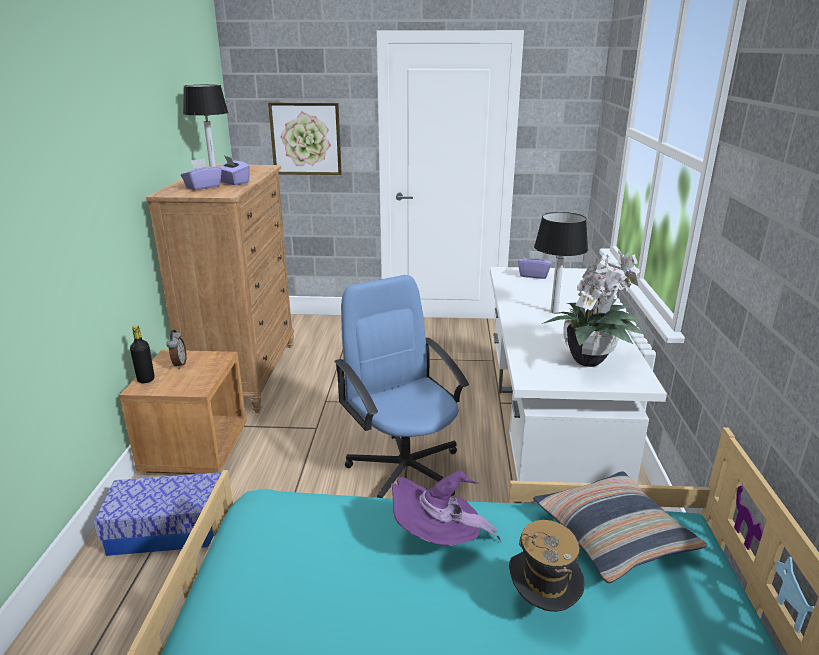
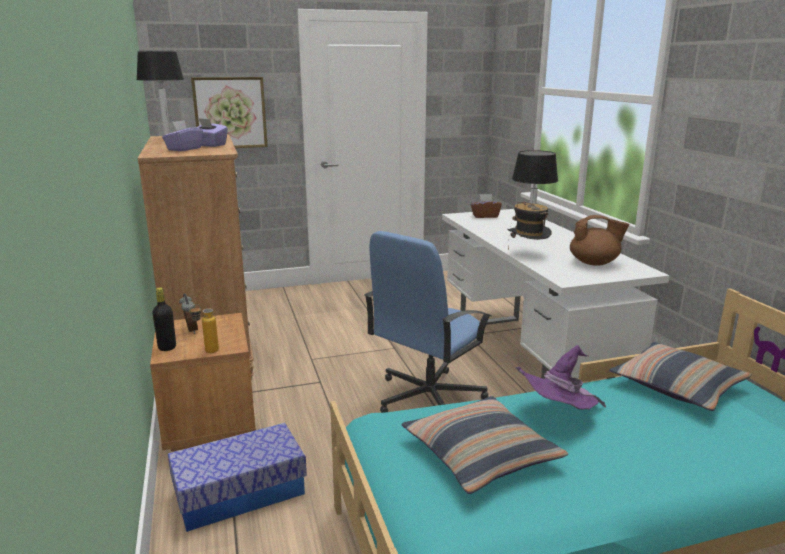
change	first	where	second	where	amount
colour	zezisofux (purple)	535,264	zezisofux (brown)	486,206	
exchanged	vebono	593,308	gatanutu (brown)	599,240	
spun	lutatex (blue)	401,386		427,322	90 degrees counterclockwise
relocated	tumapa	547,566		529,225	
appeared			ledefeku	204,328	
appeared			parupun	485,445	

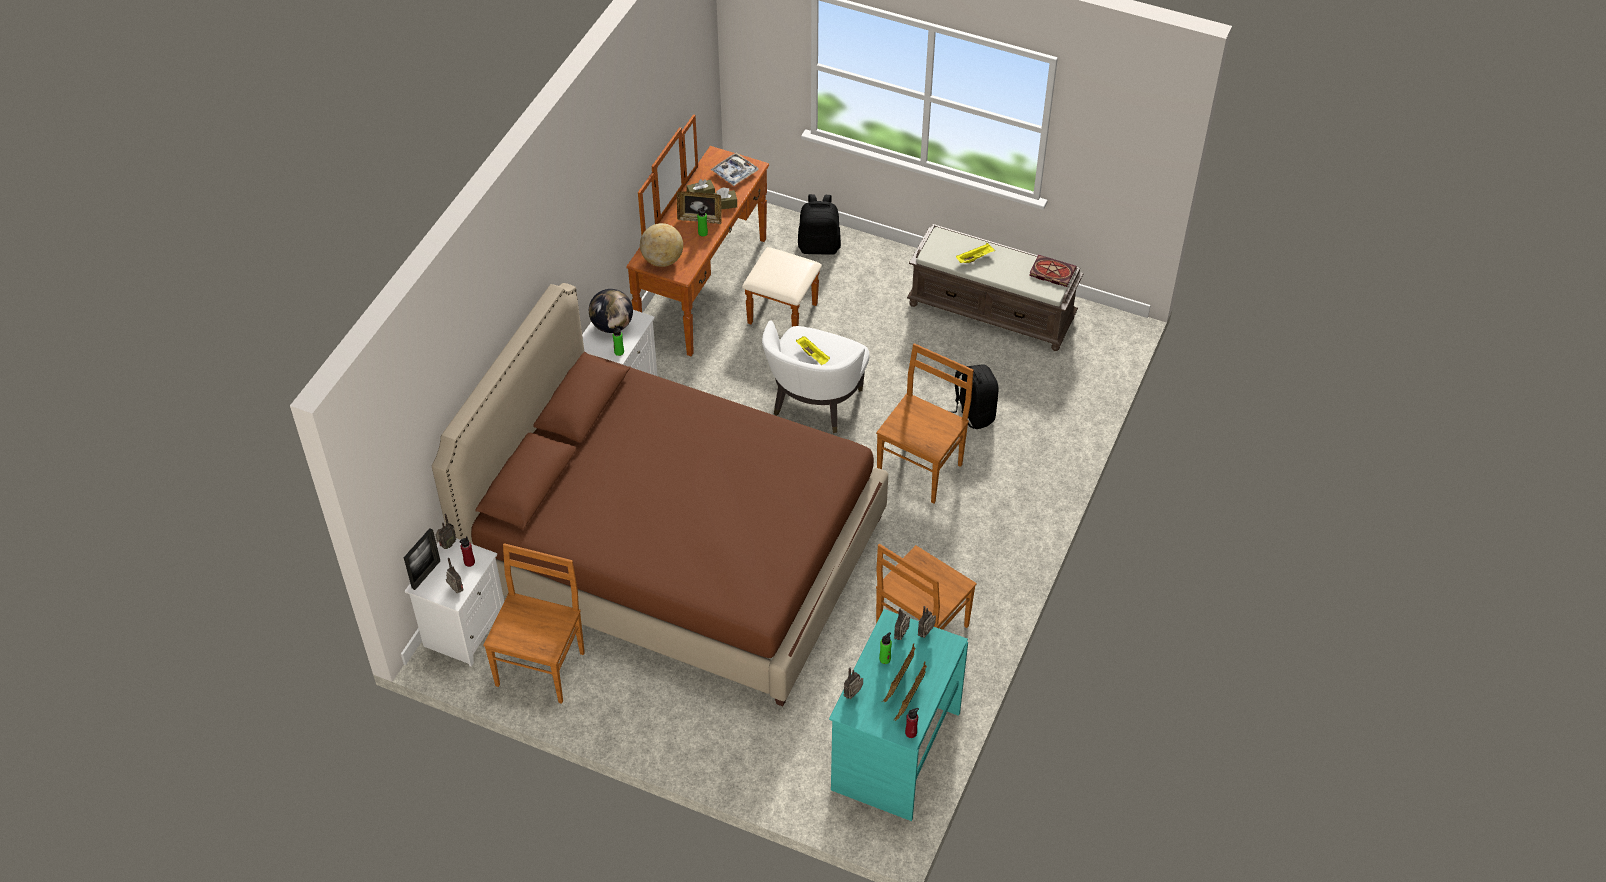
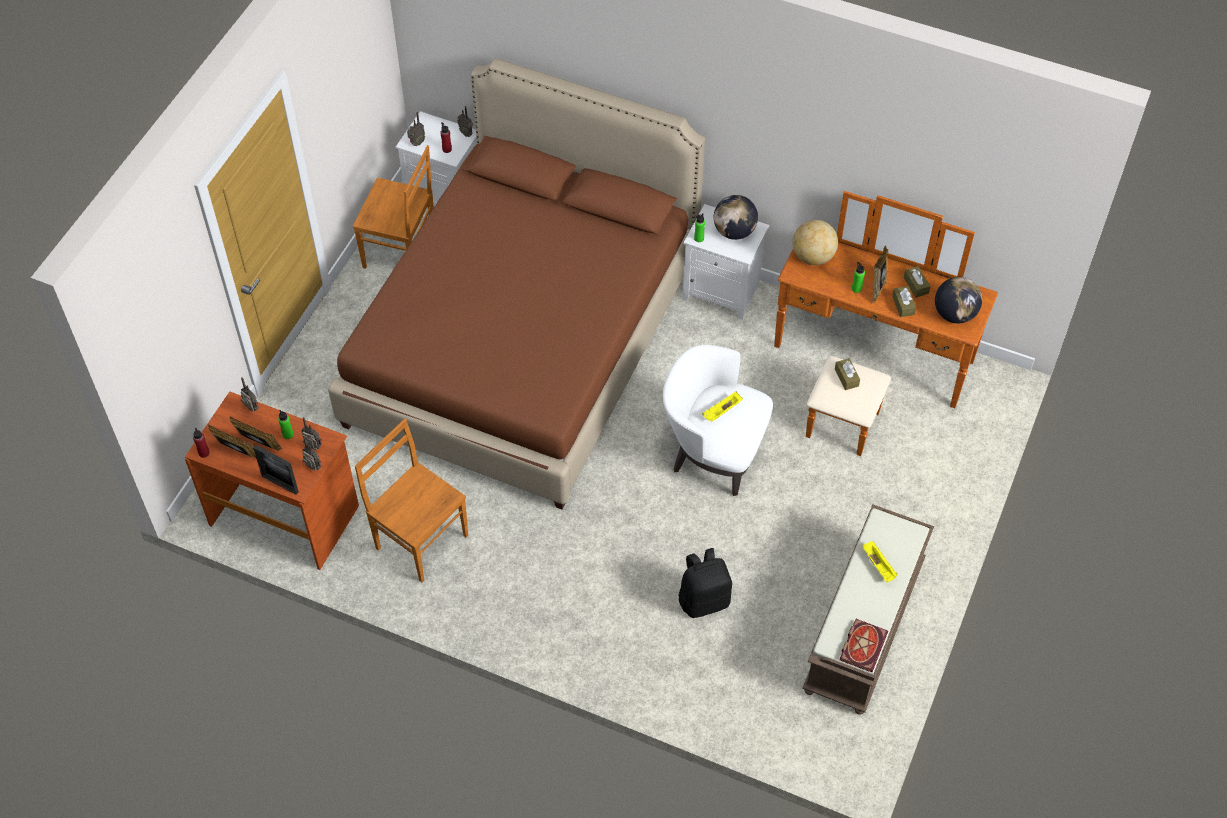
change	first	where	second	where	amount
exchanged	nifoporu	735,169	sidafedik	958,300	
missing	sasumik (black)	819,224			
missing	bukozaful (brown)	924,423			
relocated	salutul	422,559		276,470	
colour	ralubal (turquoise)	898,715	ralubal (brown)	272,481	
appeared			zezisofux (brown)	847,374	

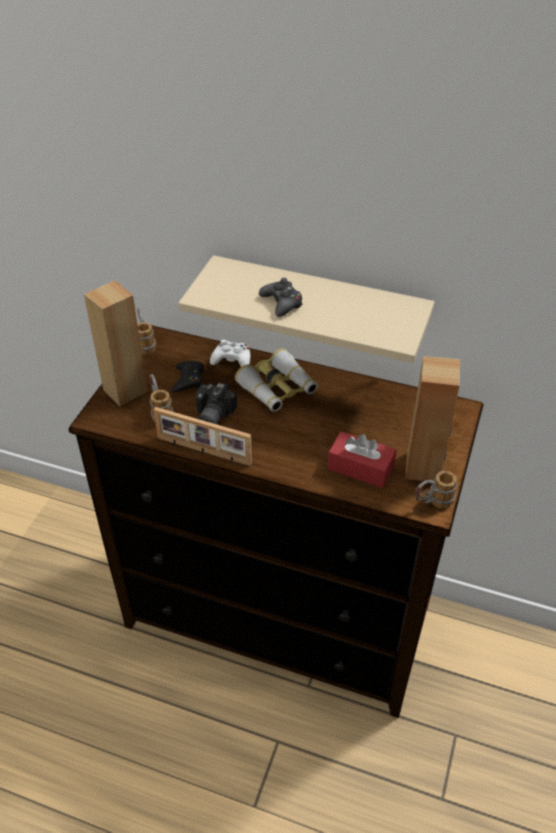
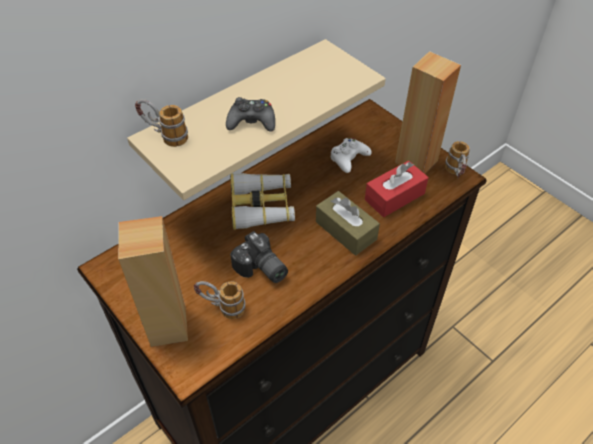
change	first	where	second	where	amount
relocated	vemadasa	146,331		161,123	
relocated	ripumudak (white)	230,353		351,155	
missing	ripumudak (black)	187,376			
missing	salutul	203,436			
appeared			zezisofux (brown)	348,223	

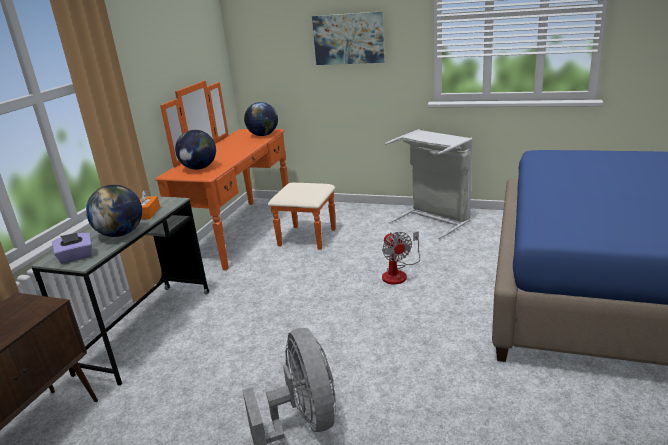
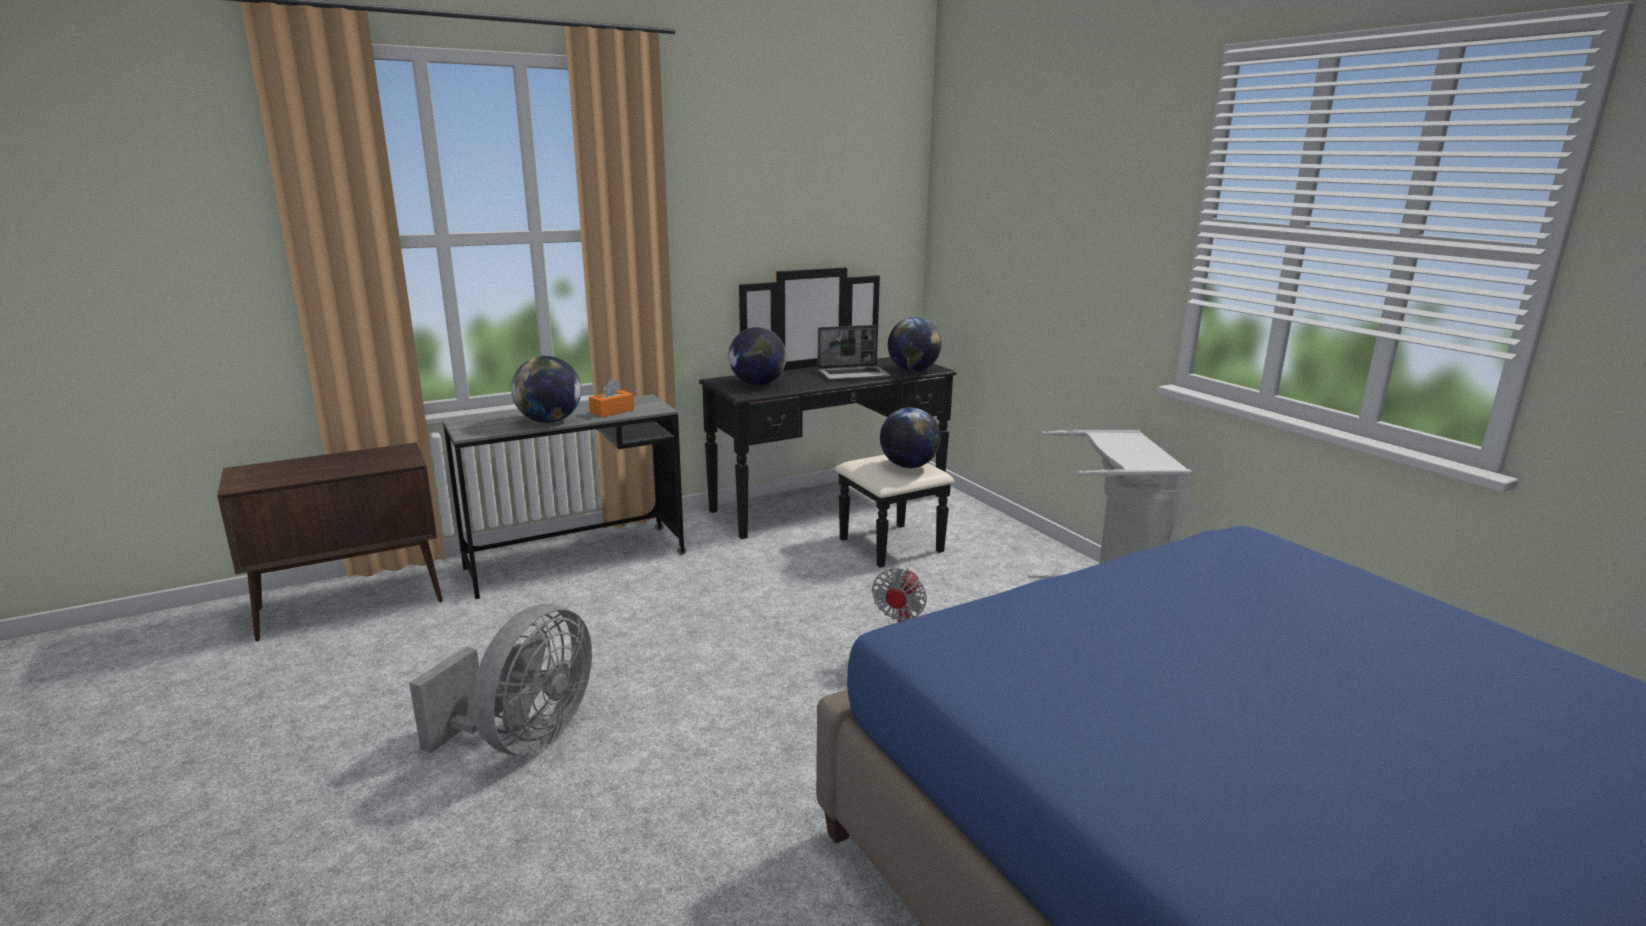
change	first	where	second	where	amount
missing	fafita	348,38			
colour	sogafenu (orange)	245,175	sogafenu (black)	828,417	
missing	zezisofux (purple)	72,248			
appeared			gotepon	853,352	
appeared			sidafedik	910,437	

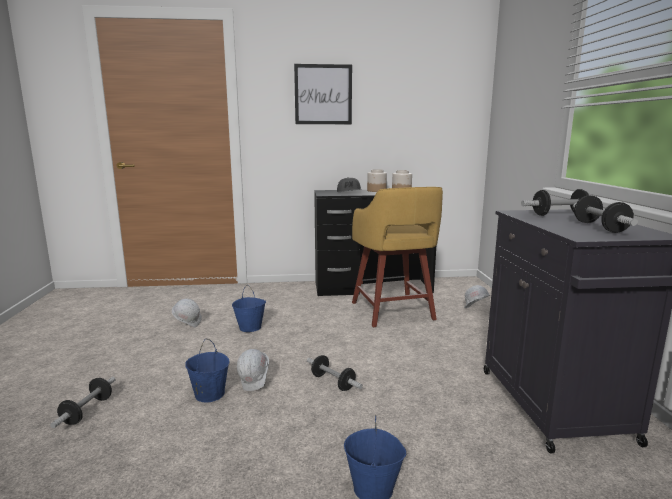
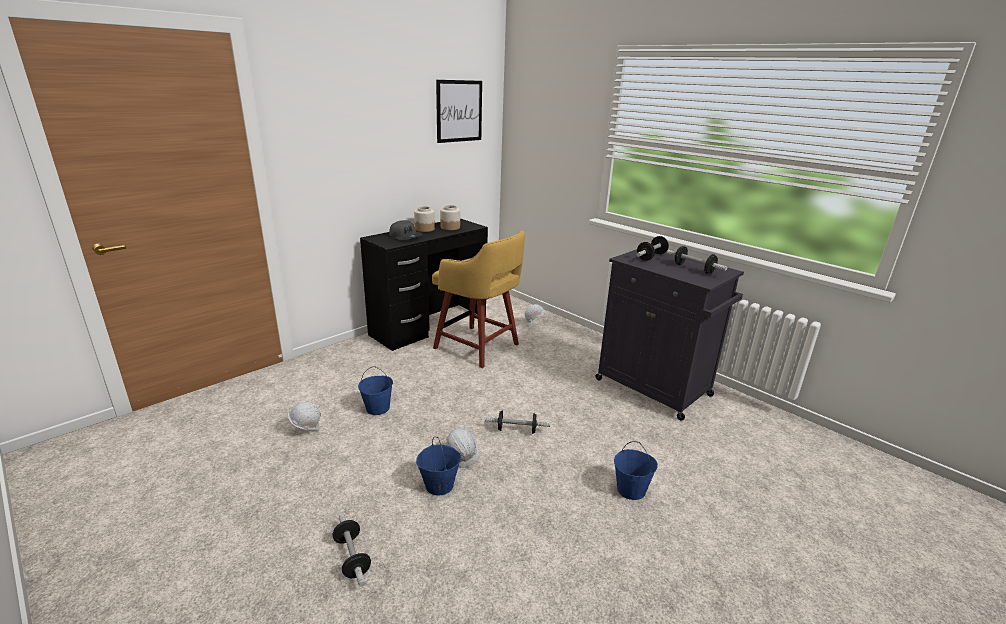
change	first	where	second	where	amount
relocated	fafita	323,94		459,111	

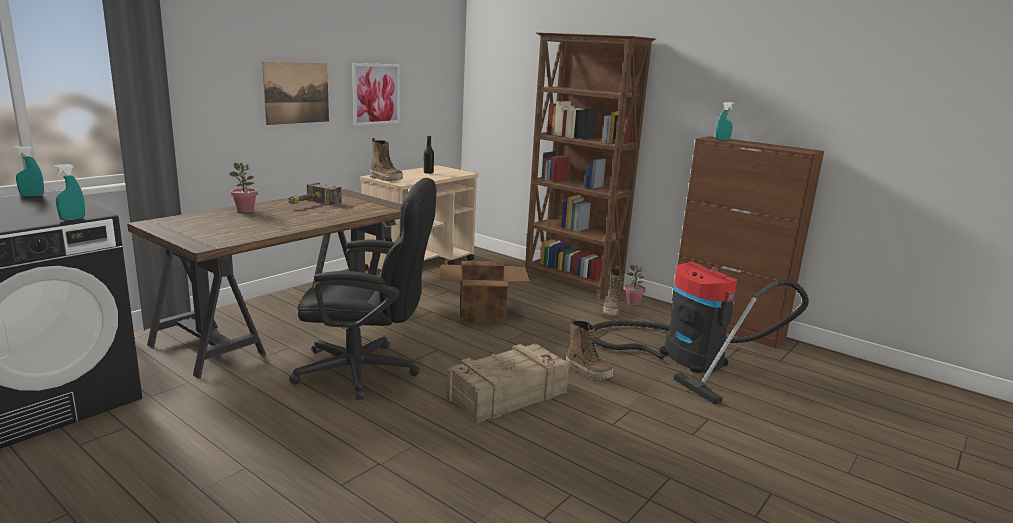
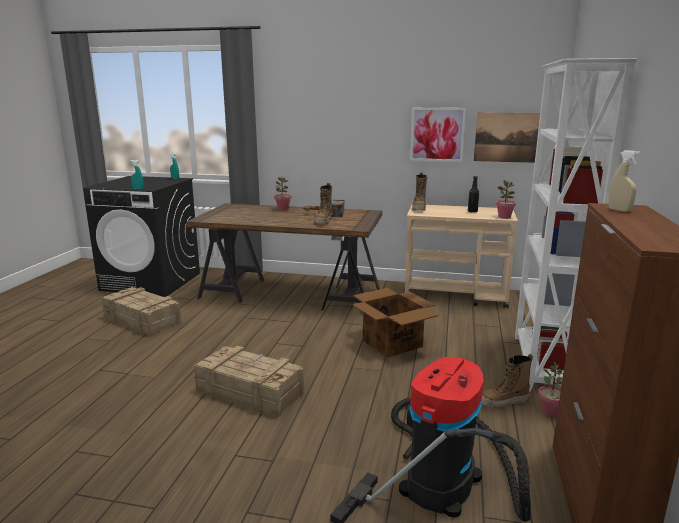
change	first	where	second	where	amount
colour	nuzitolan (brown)	590,166	nuzitolan (white)	576,225	
relocated	fafita	295,93		507,137	
colour	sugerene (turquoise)	724,121	sugerene (beige)	624,181	
missing	lutatex (black)	362,289			
relocated	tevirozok	589,349		323,203	
appeared			vebono	506,199	
appeared			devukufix	141,312	

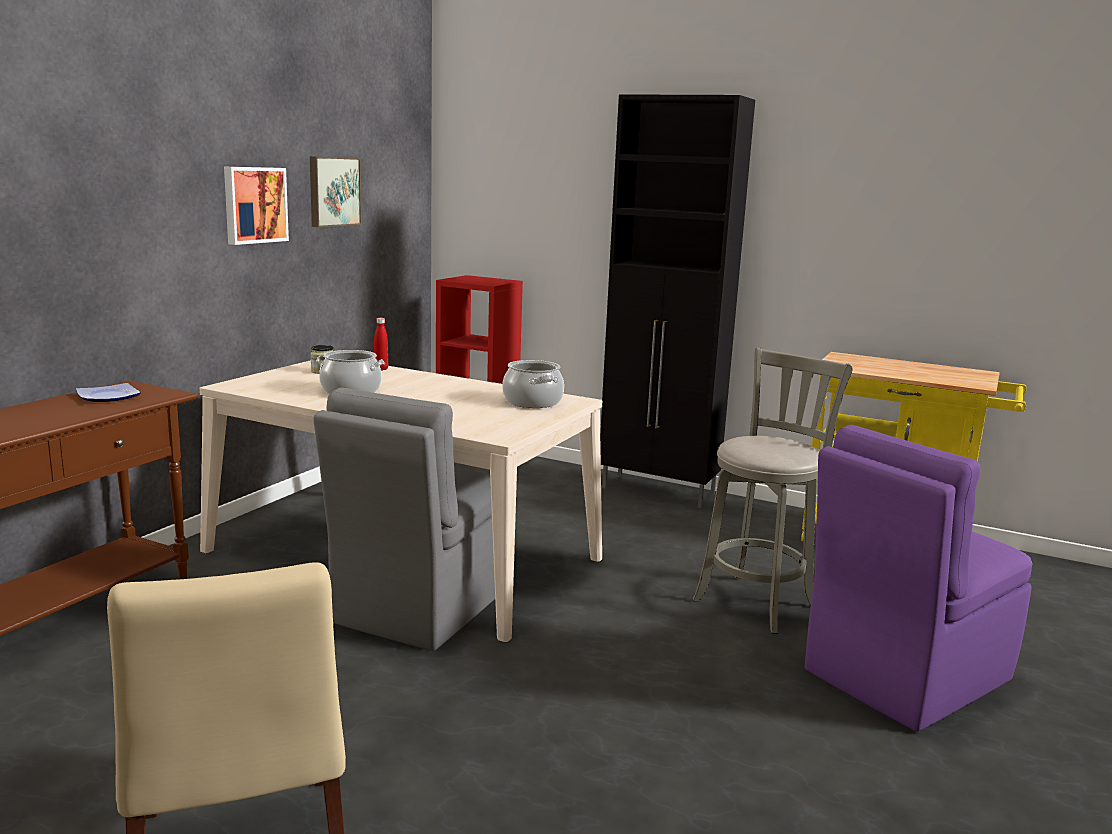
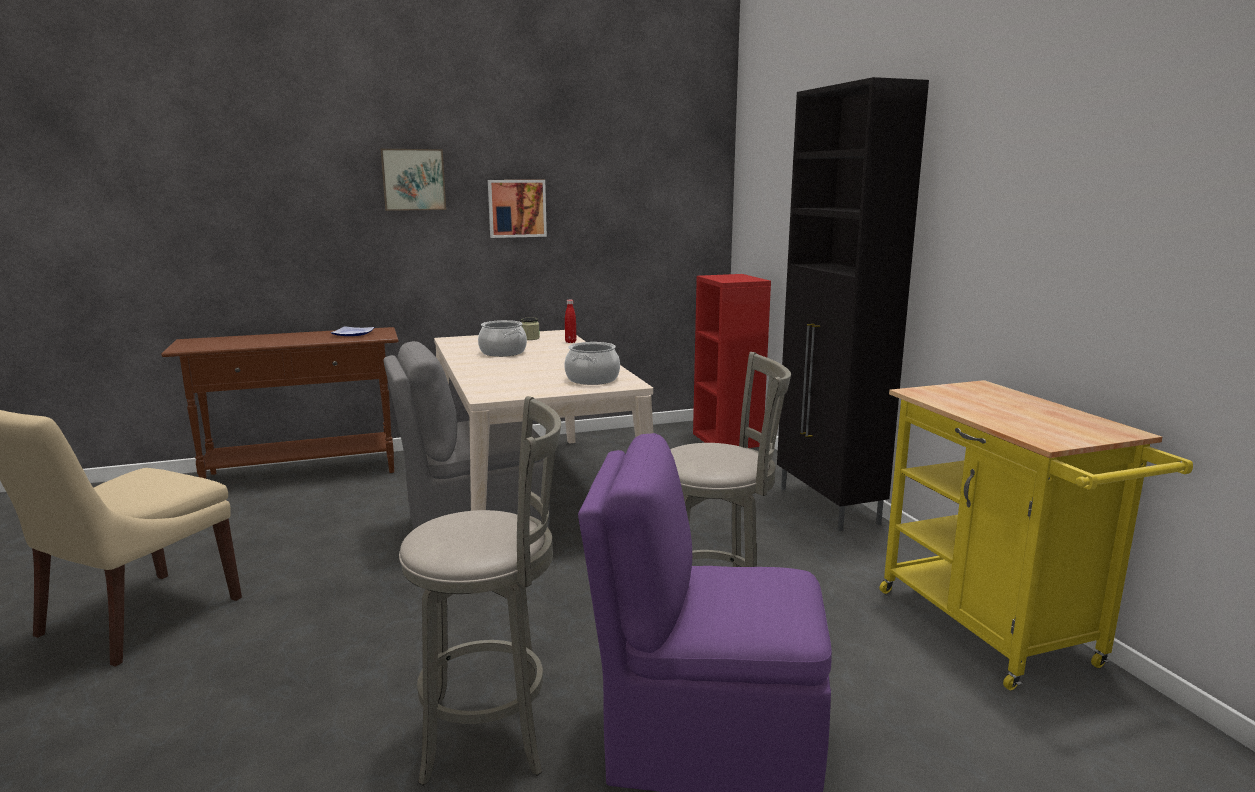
change	first	where	second	where	amount
relocated	fafita	336,191		413,180	
appeared			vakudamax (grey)	480,591	

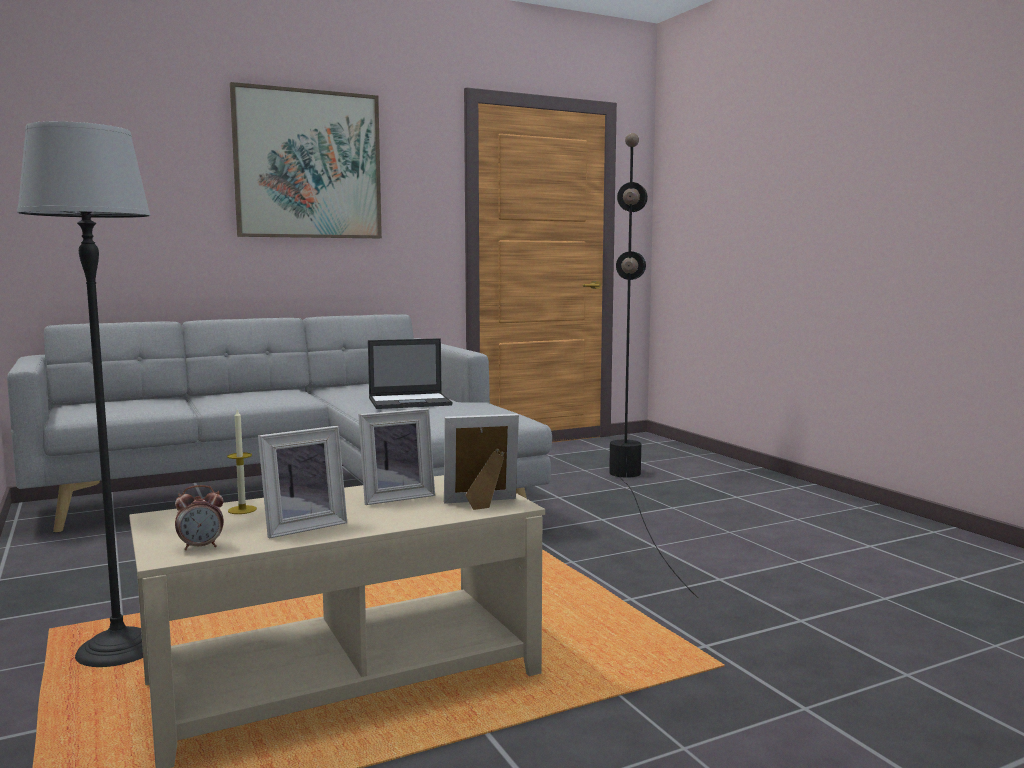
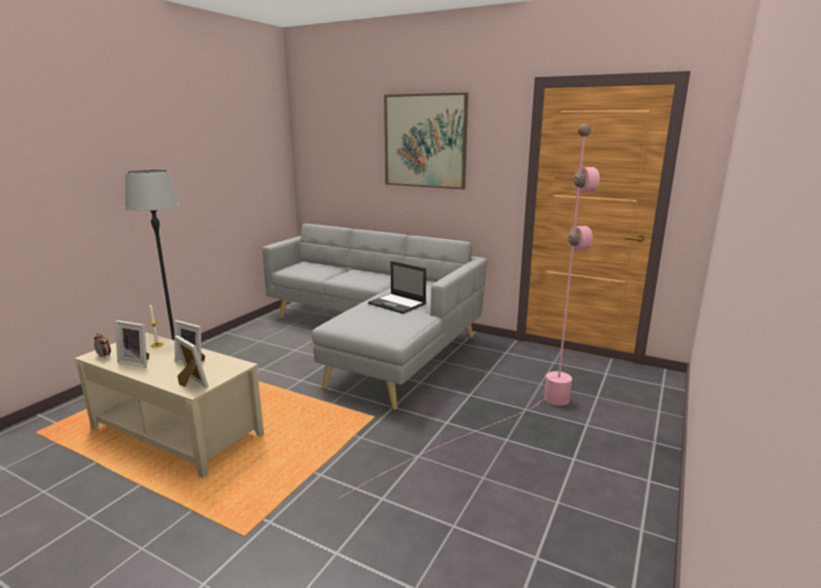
change	first	where	second	where	amount
colour	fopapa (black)	653,365	fopapa (pink)	469,311	

